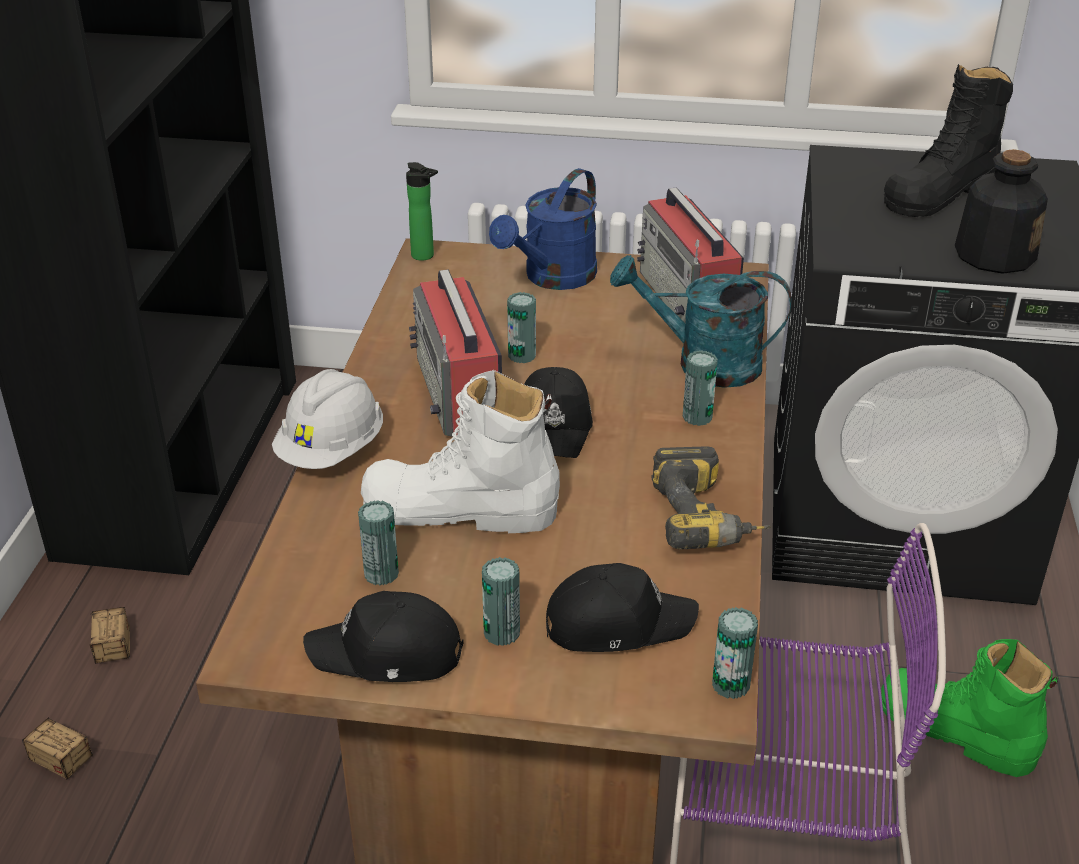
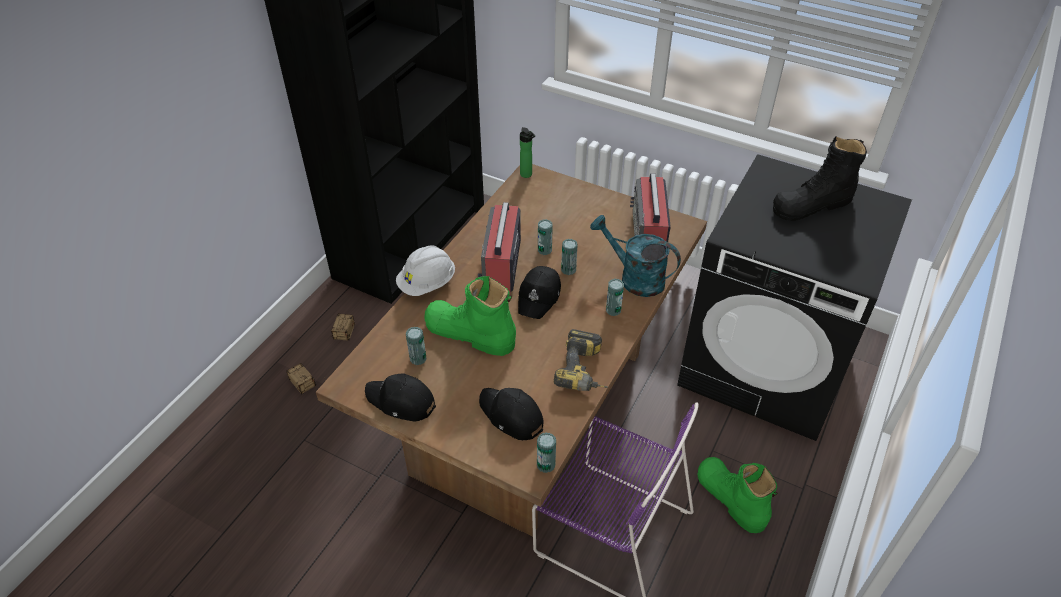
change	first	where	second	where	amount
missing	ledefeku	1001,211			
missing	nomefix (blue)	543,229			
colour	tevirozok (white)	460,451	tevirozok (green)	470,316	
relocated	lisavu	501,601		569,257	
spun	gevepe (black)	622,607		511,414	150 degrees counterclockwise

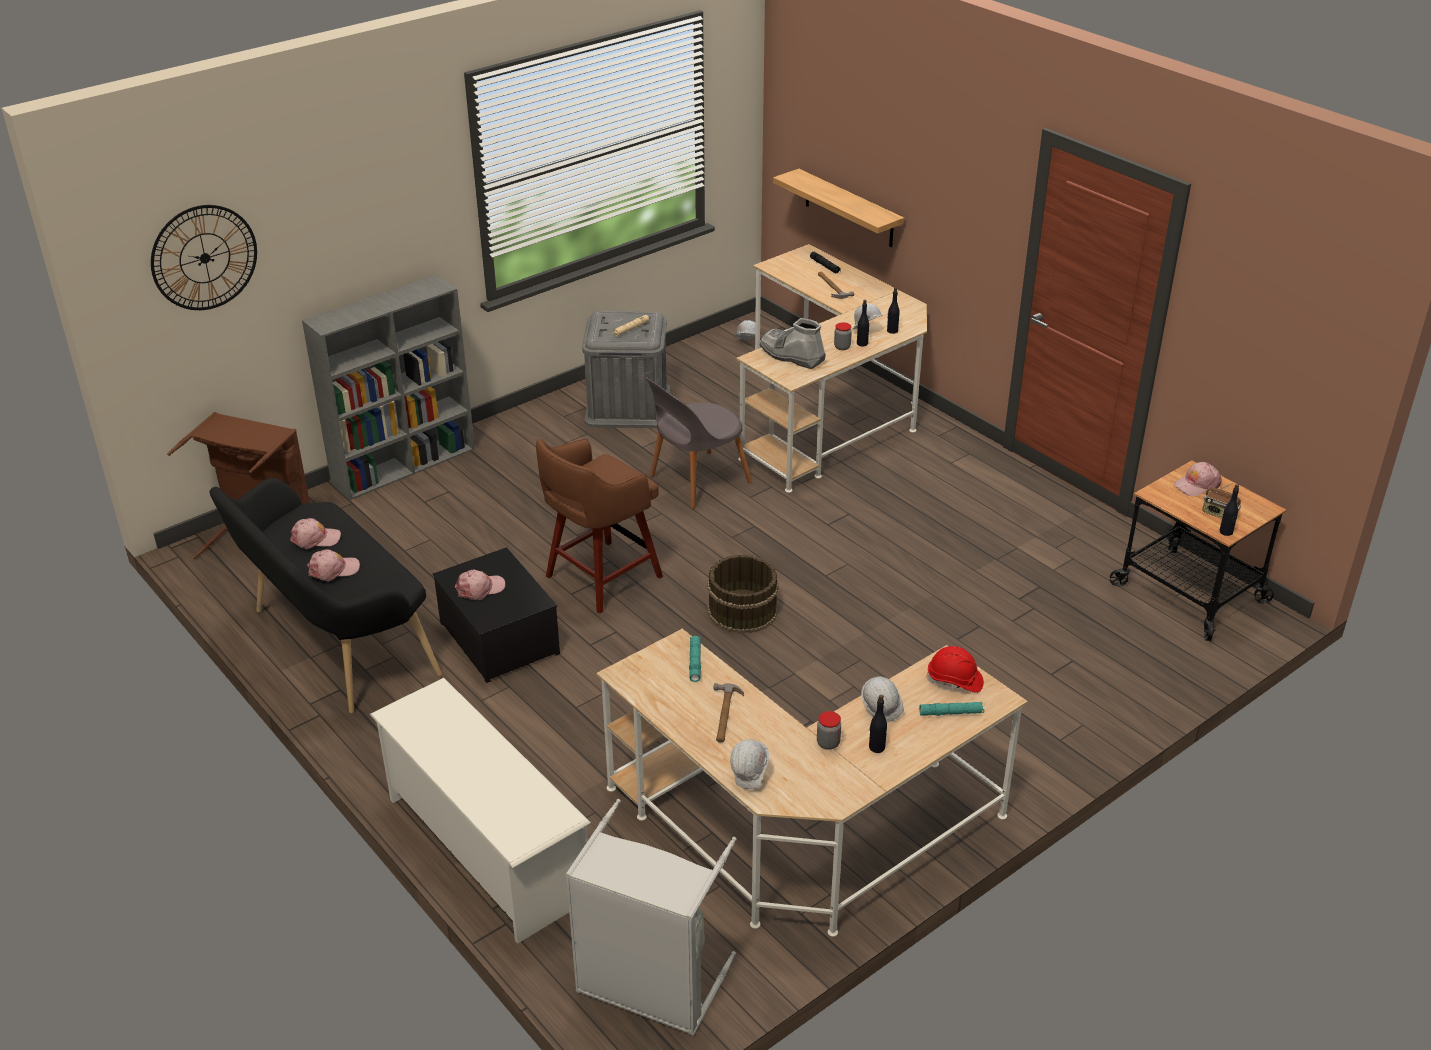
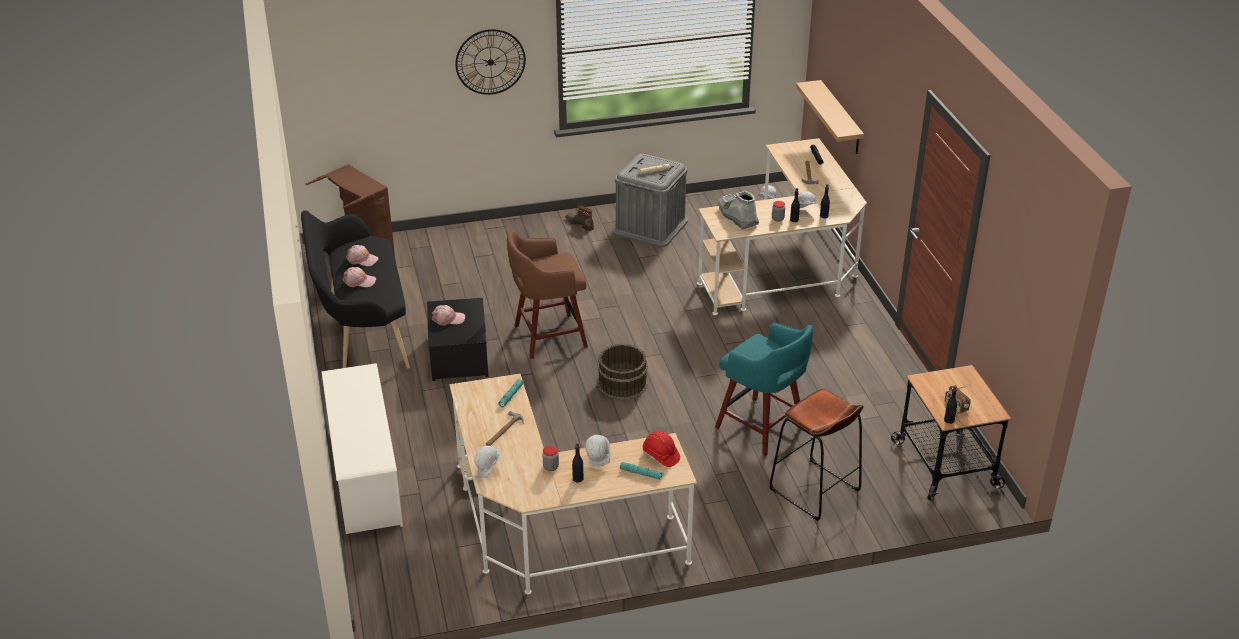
change	first	where	second	where	amount
relocated	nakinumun	204,257		490,62	
missing	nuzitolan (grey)	388,388			
missing	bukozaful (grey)	698,442			
missing	gevepe (pink)	1198,479			
missing	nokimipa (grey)	651,917			
appeared			tevirozok	580,218	
appeared			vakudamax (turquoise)	764,389	
appeared			vakudamax (brown)	816,455	

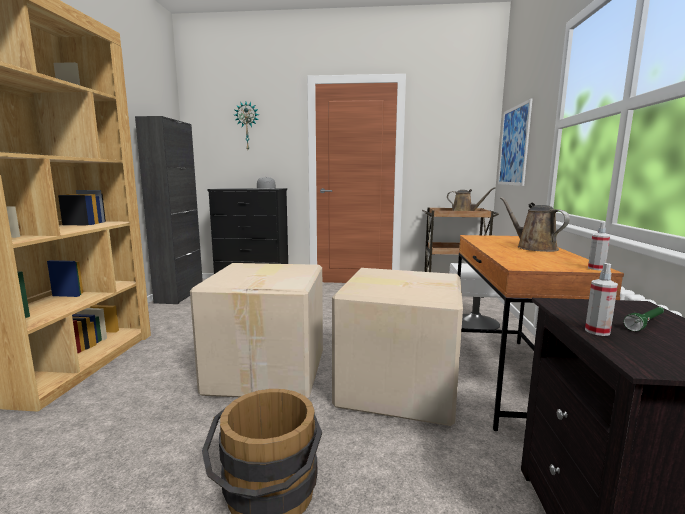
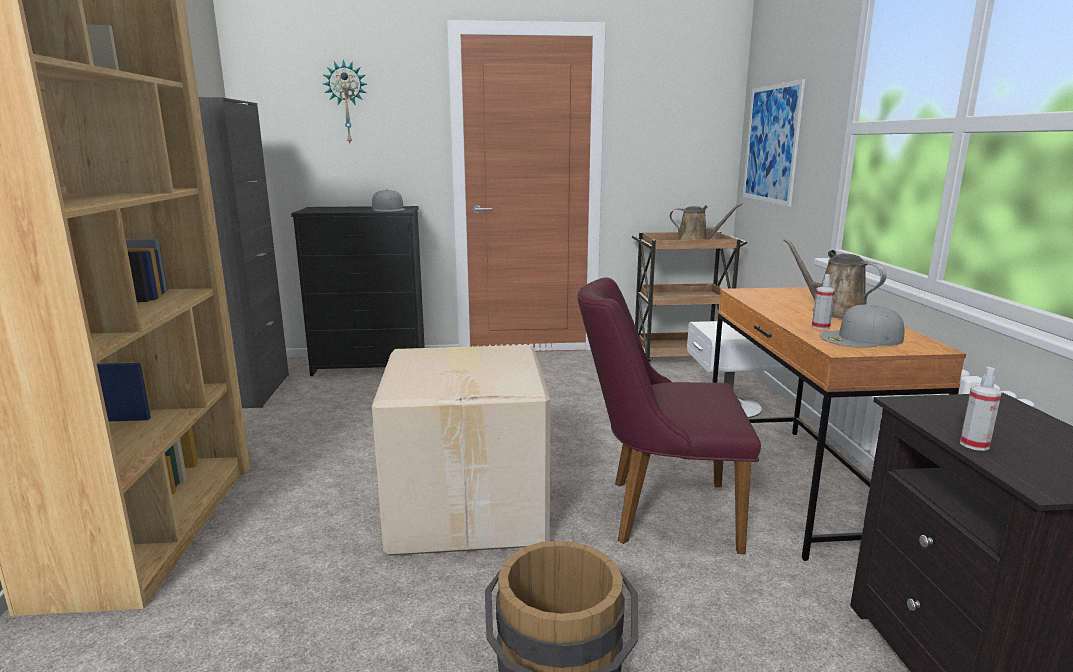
change	first	where	second	where	amount
relocated	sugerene	599,246		823,302	
exchanged	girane	397,347	bukozaful (purple)	669,415	
missing	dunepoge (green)	644,319			
appeared			gevepe (grey)	861,326	

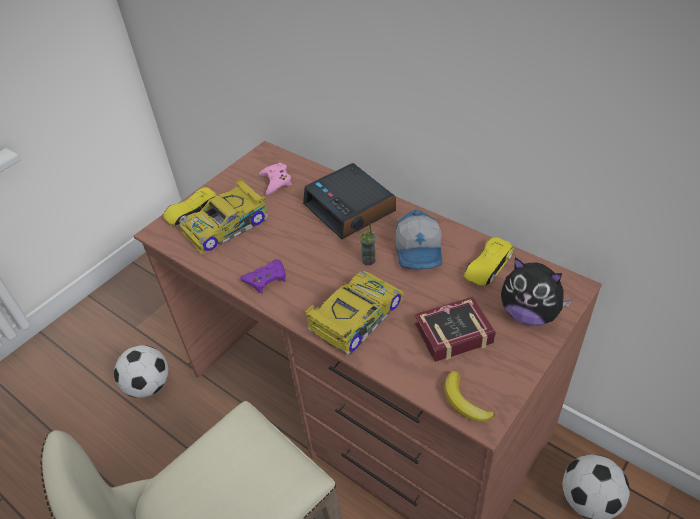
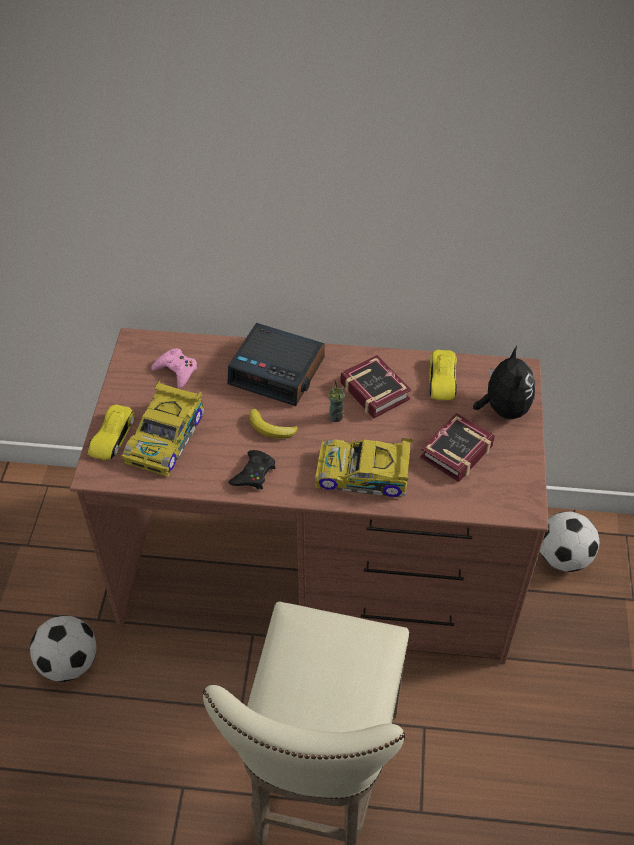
change	first	where	second	where	amount
exchanged	gevepe	418,239	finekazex	375,386	
spun	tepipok	537,291		504,382	90 degrees counterclockwise
colour	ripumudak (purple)	263,276	ripumudak (black)	251,470	
spun	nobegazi	354,312		364,468	90 degrees counterclockwise
relocated	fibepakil	469,396		273,423	

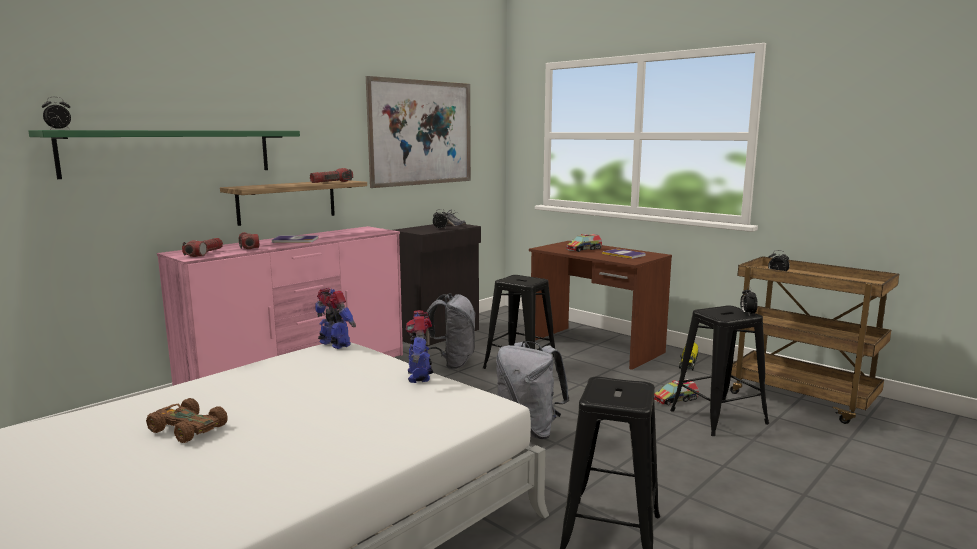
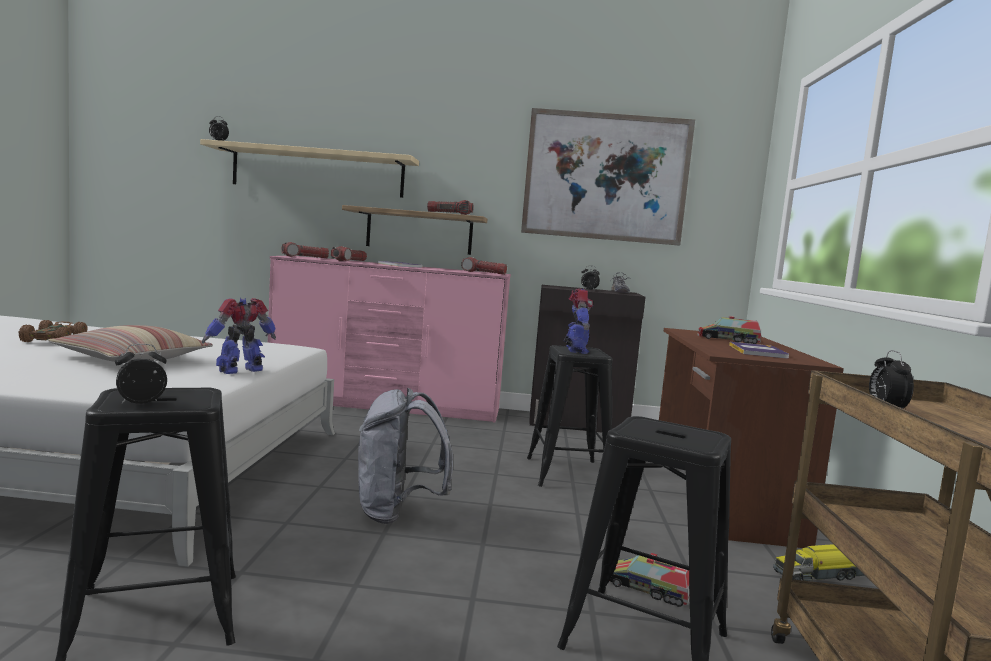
change	first	where	second	where	amount
colour	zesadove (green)	164,154	zesadove (beige)	309,168	
relocated	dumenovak	749,301		141,374	
relocated	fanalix	335,318		578,321	
missing	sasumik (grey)	450,331			
appeared			dunepoge	484,266	
appeared			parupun	130,344	

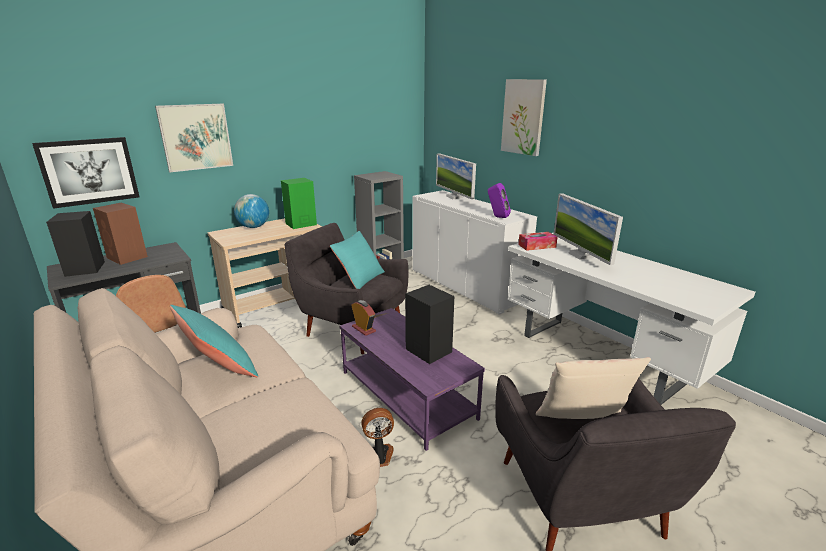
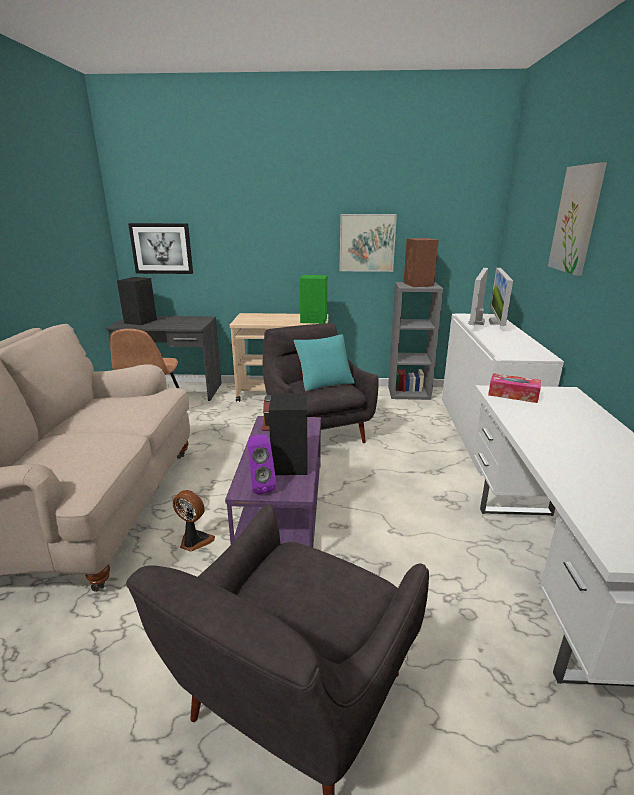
change	first	where	second	where	amount
relocated	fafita	194,138		368,243	
relocated	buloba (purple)	499,200		262,464	
relocated	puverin	588,229		478,296	
missing	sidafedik	251,211			
relocated	buloba (brown)	120,234		421,262	
missing	parupun (turquoise)	214,341			
missing	parupun (beige)	593,388			

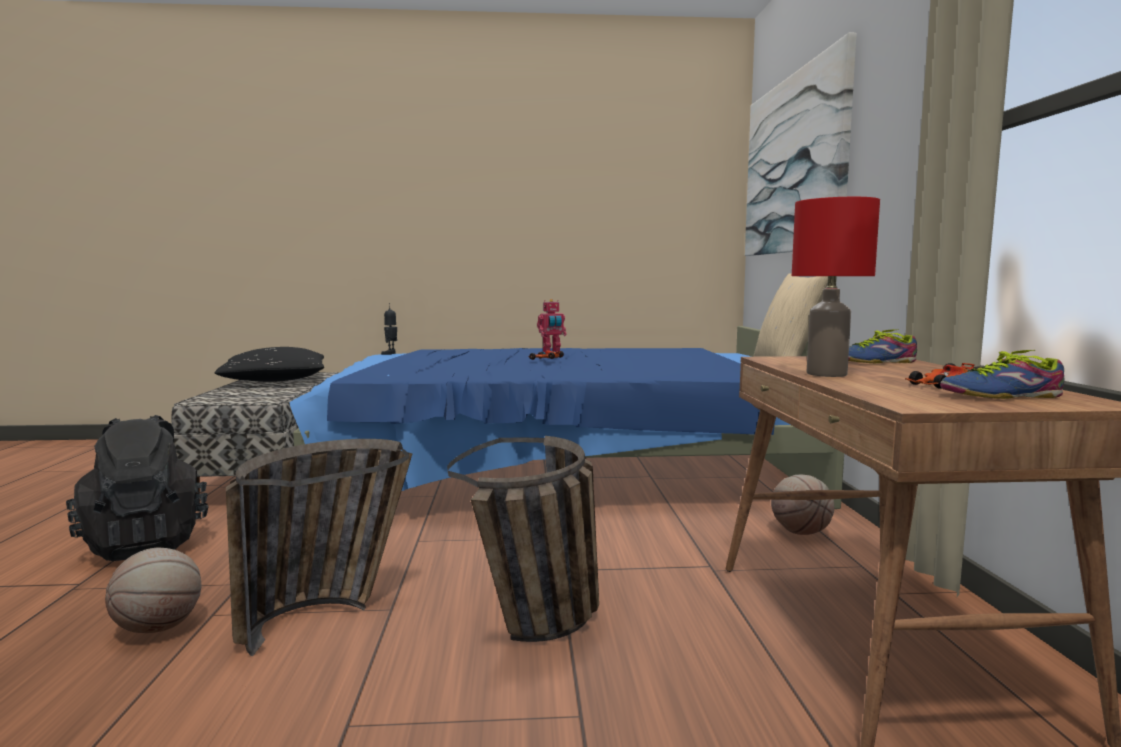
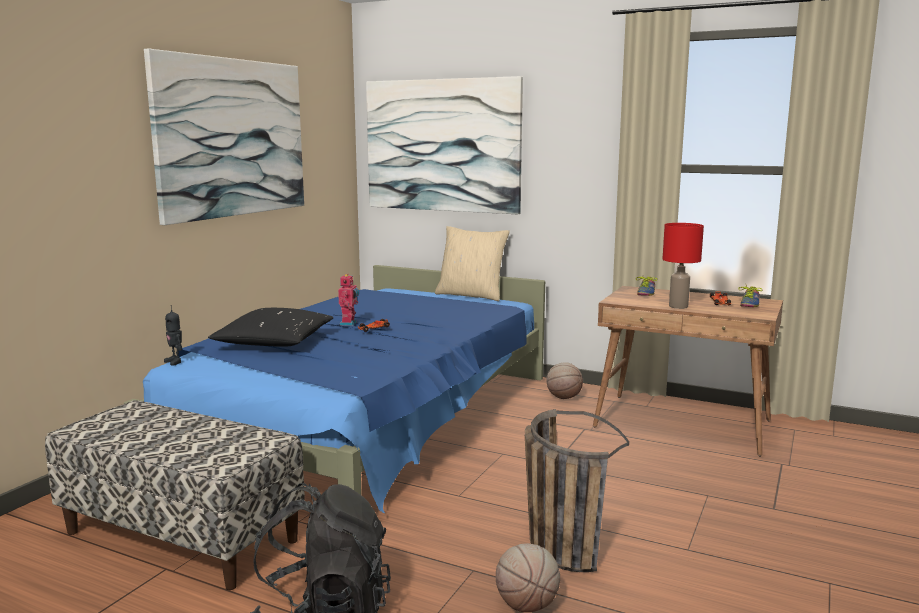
change	first	where	second	where	amount
relocated	parupun (black)	269,364		271,327	
missing	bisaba	523,539			
appeared			fafita	224,136	

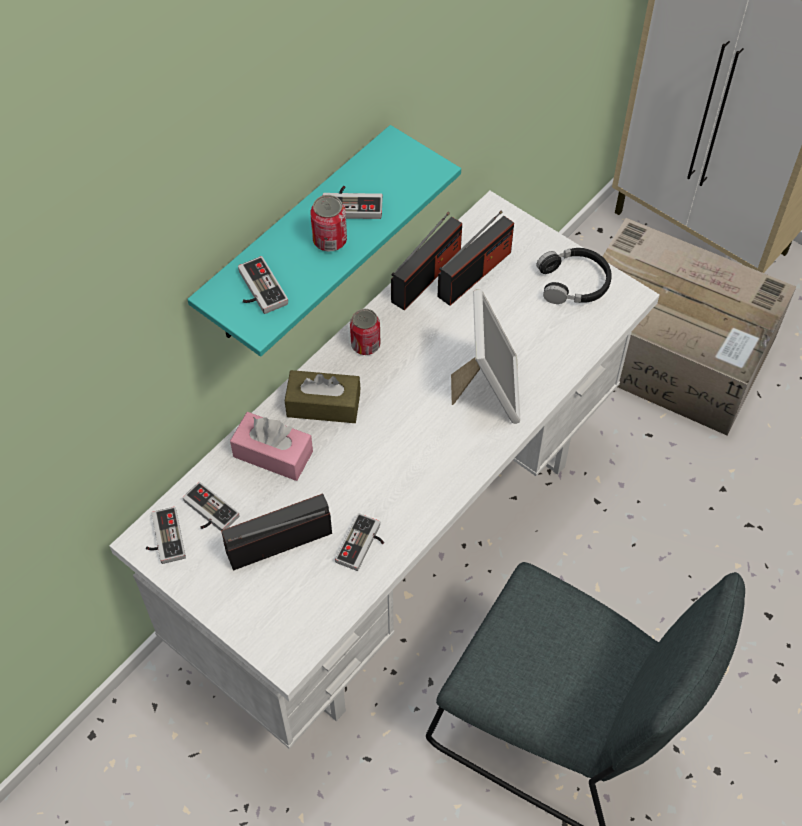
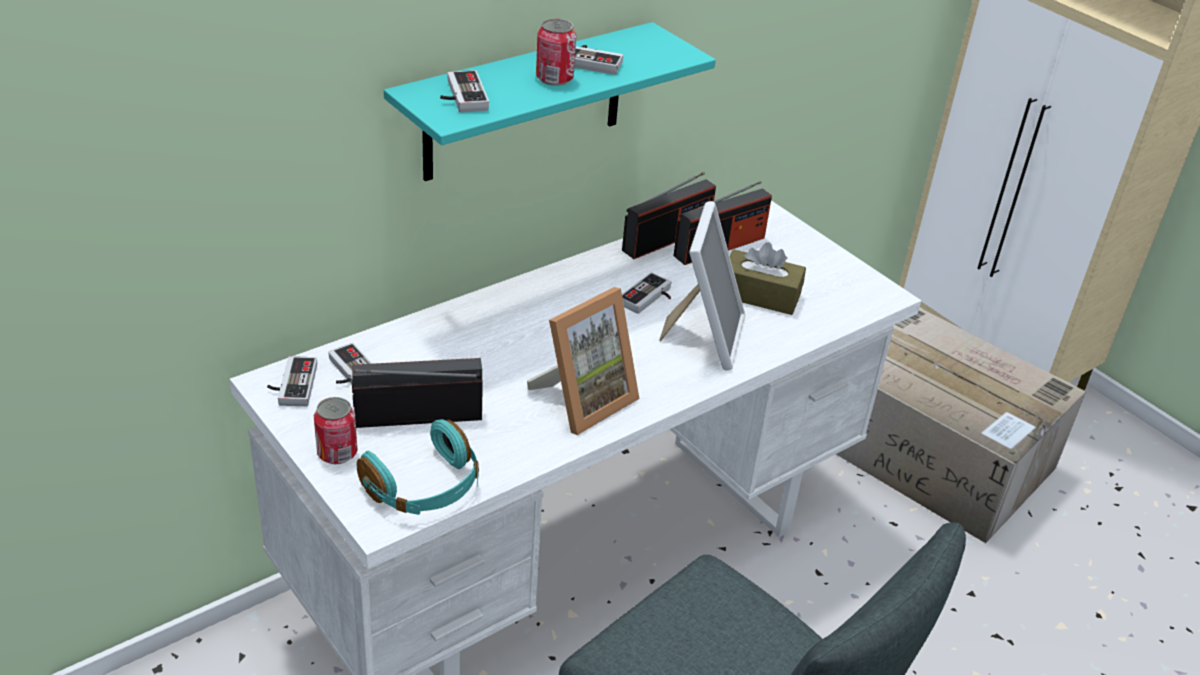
change	first	where	second	where	amount
missing	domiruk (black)	574,276			
relocated	lisavu	365,332		335,430	
relocated	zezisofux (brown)	323,396		768,278	
missing	zezisofux (pink)	271,446			
relocated	ripumudak	359,542		646,293	
appeared			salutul	583,361	
appeared			domiruk (turquoise)	417,467	

